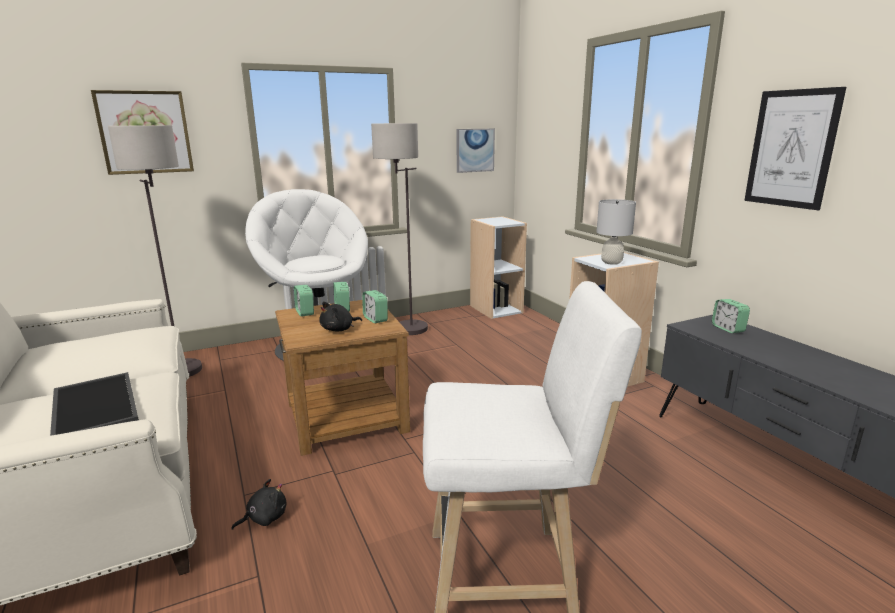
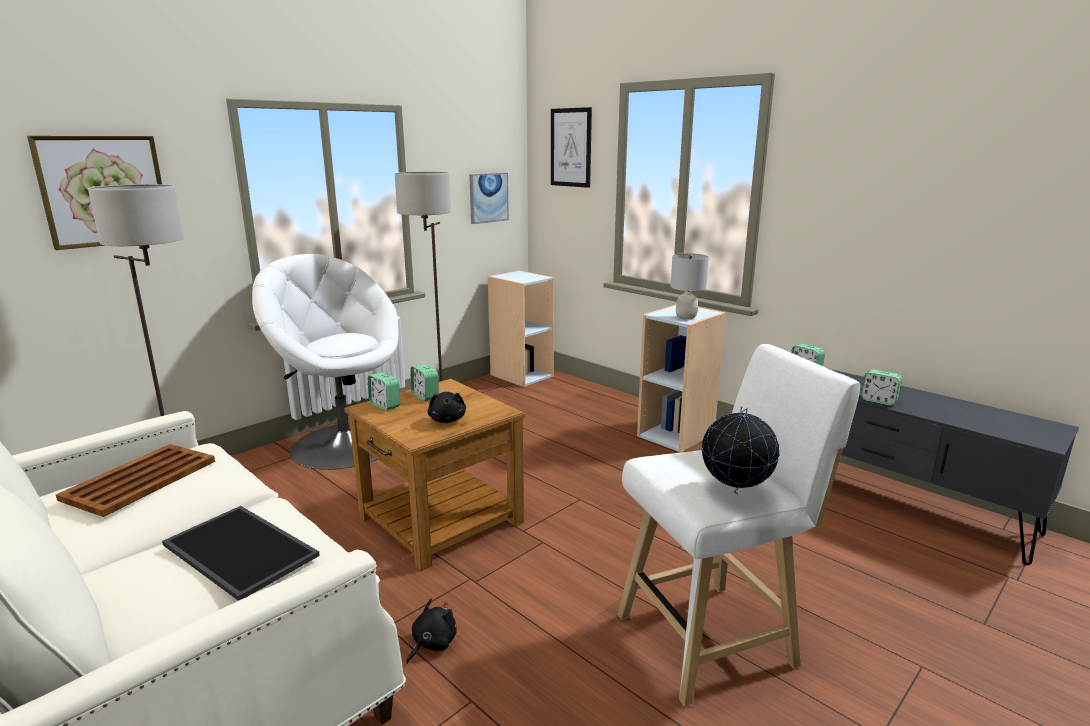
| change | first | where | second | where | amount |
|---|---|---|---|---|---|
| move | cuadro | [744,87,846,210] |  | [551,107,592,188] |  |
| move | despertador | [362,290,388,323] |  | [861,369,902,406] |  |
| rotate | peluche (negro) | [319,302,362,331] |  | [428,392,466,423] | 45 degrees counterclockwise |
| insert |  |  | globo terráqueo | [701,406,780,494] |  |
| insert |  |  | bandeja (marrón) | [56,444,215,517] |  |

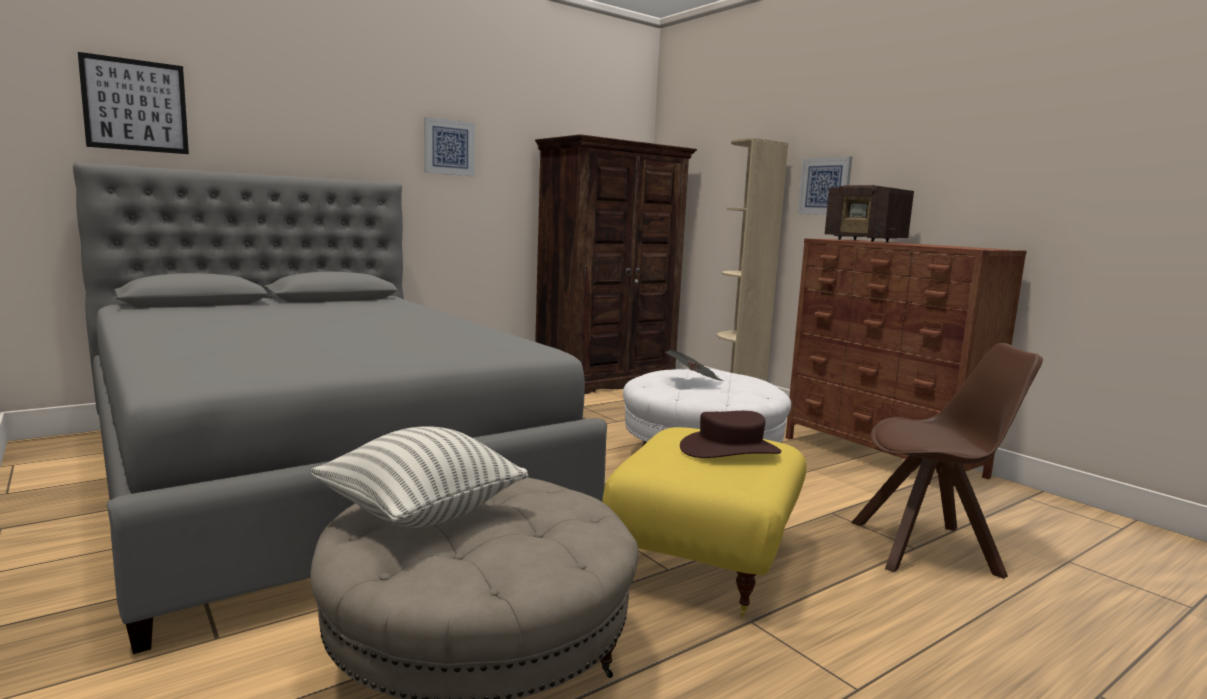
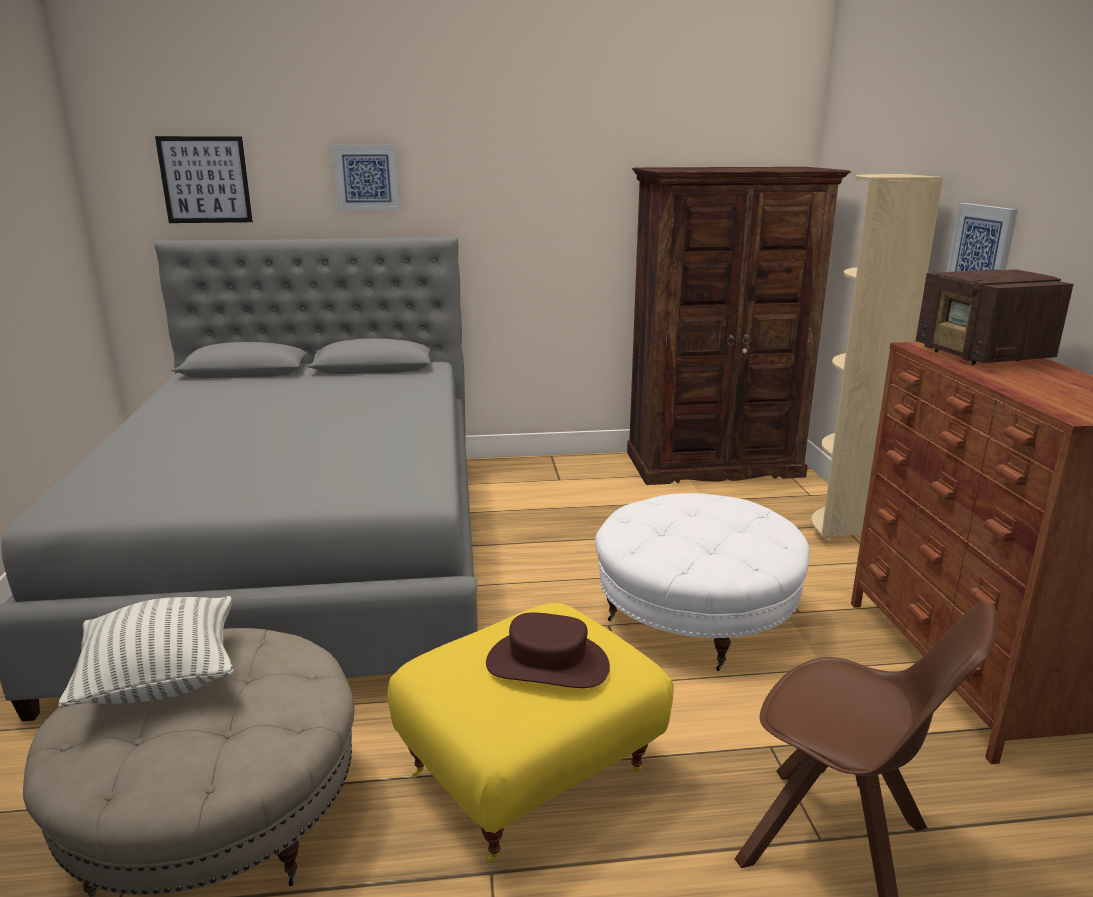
| change | first | where | second | where | amount |
|---|---|---|---|---|---|
| move | cuadro | [424,117,475,176] |  | [332,145,400,211] |  |
| delete | periódico | [665,350,724,381] |  |  |  |

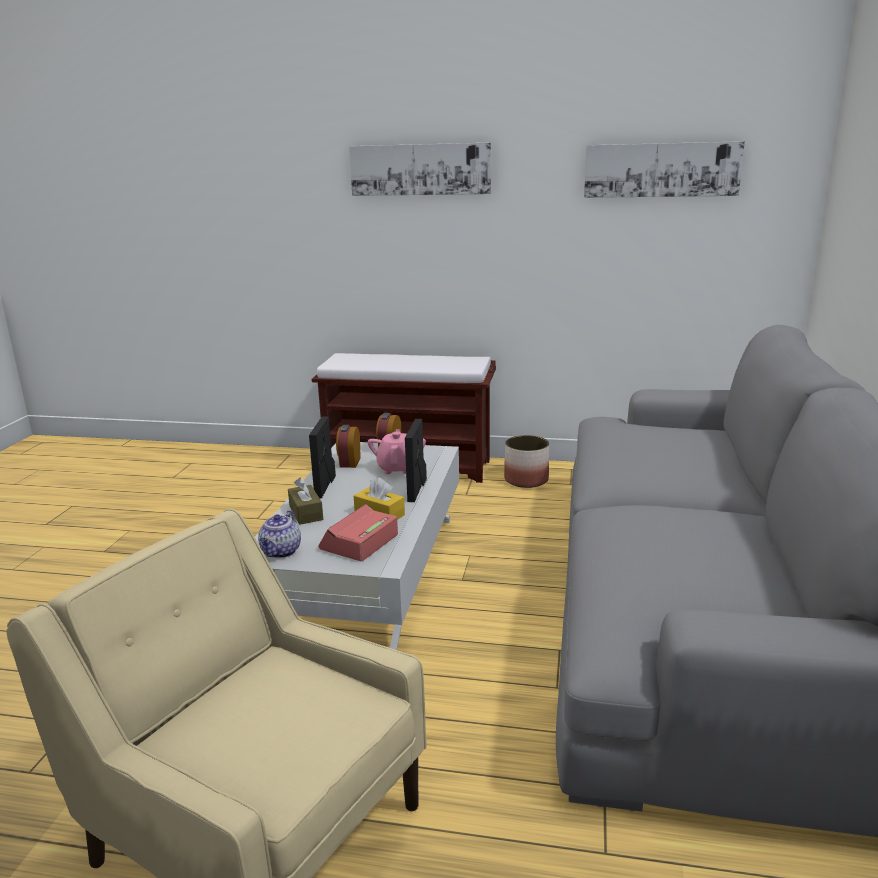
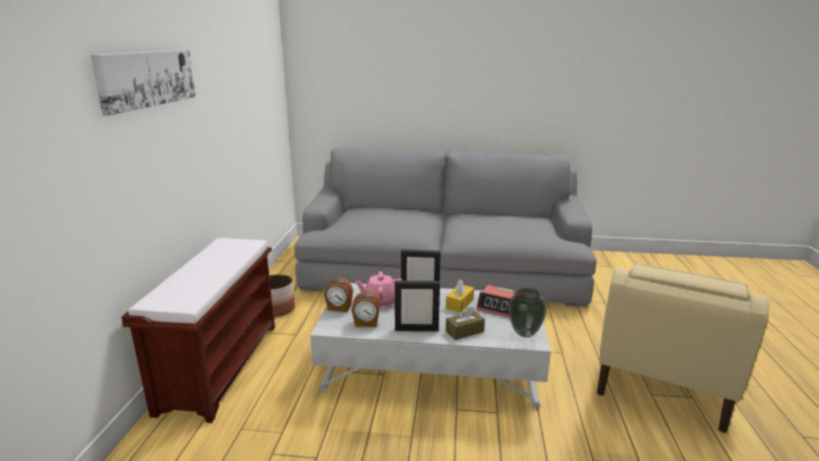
| change | first | where | second | where | amount |
|---|---|---|---|---|---|
| delete | cuadro | [584,141,745,198] |  |  |  |
| replace | tetera | [258,510,301,558] | florero | [508,288,547,337] |  |

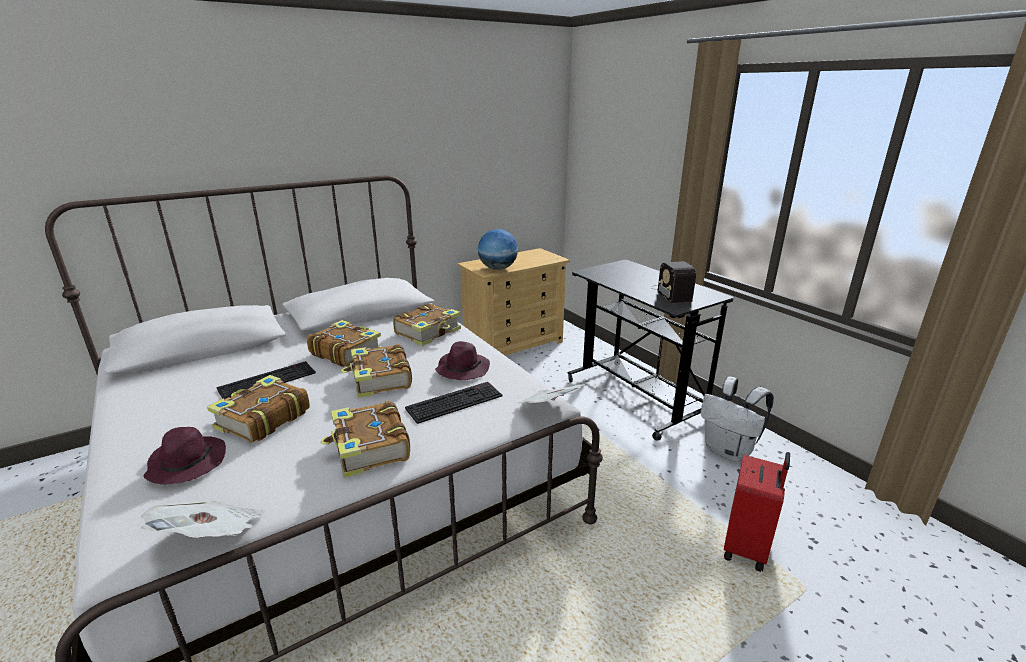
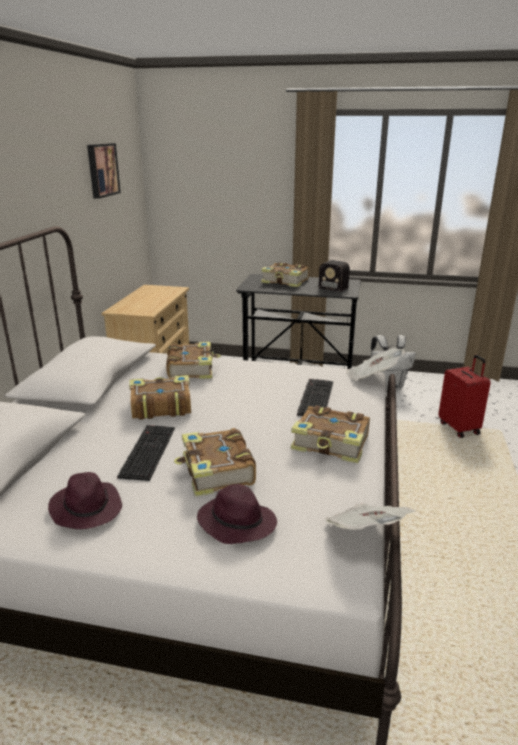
| change | first | where | second | where | amount |
|---|---|---|---|---|---|
| delete | globo terráqueo | [478,229,518,270] |  |  |  |
| move | sombrero (morado) | [435,341,490,380] |  | [48,472,122,529] |  |
| move | libro | [341,344,412,398] |  | [261,262,309,287] |  |
| insert |  |  | cuadro | [87,143,121,199] |  |

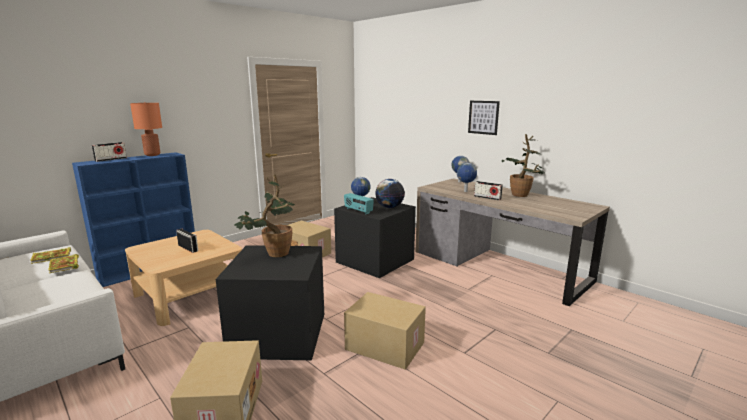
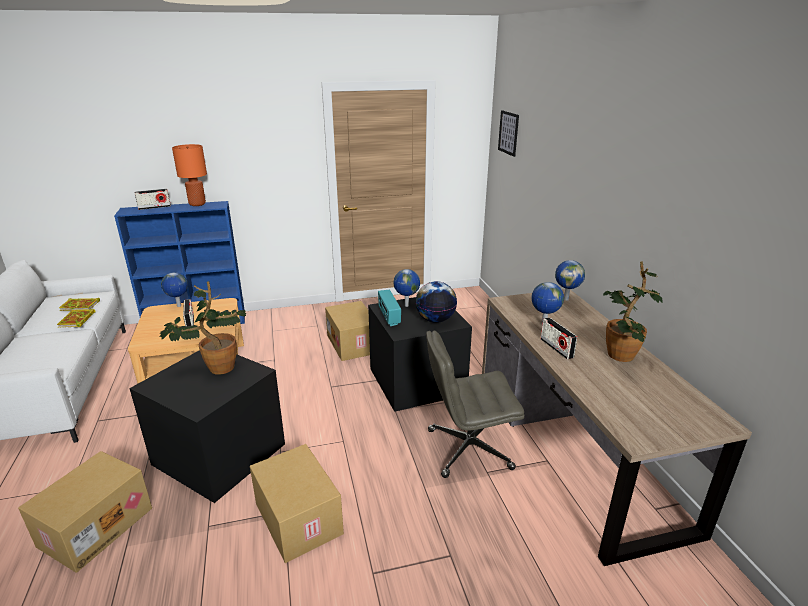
| change | first | where | second | where | amount |
|---|---|---|---|---|---|
| move | cuadro | [468,101,500,135] |  | [498,110,519,157] |  |
| insert |  |  | globo terráqueo | [161,272,188,307] |  |
| insert |  |  | silla de oficina (gris) | [426,330,524,478] |  |

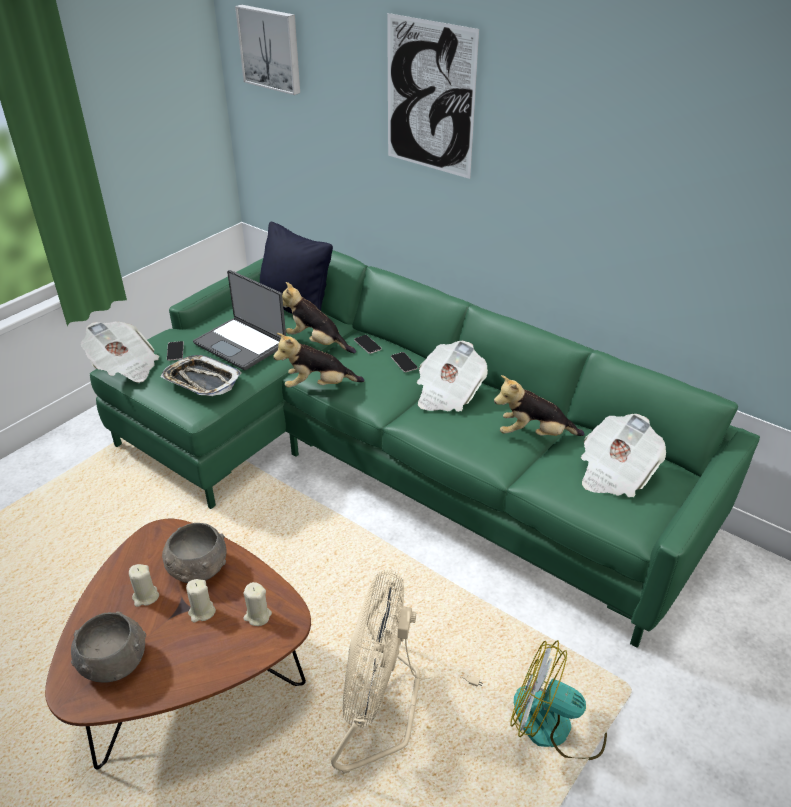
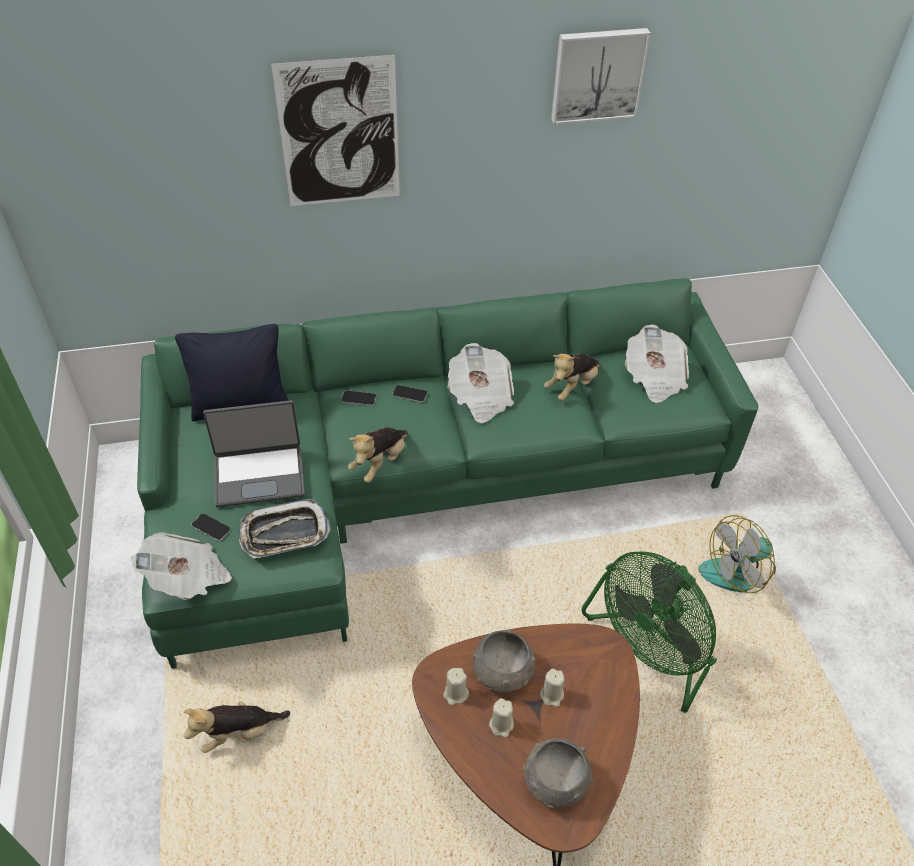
| change | first | where | second | where | amount |
|---|---|---|---|---|---|
| move | cuadro | [235,5,300,95] |  | [551,28,651,125] |  |
| move | peluche | [282,282,356,353] |  | [183,701,290,753] |  |
| recolor | ventilador (beis) | [331,569,483,774] | ventilador (verde) | [582,552,717,713] |  |
| move | vela (beis) | [243,582,272,626] |  | [443,668,469,706] |  |

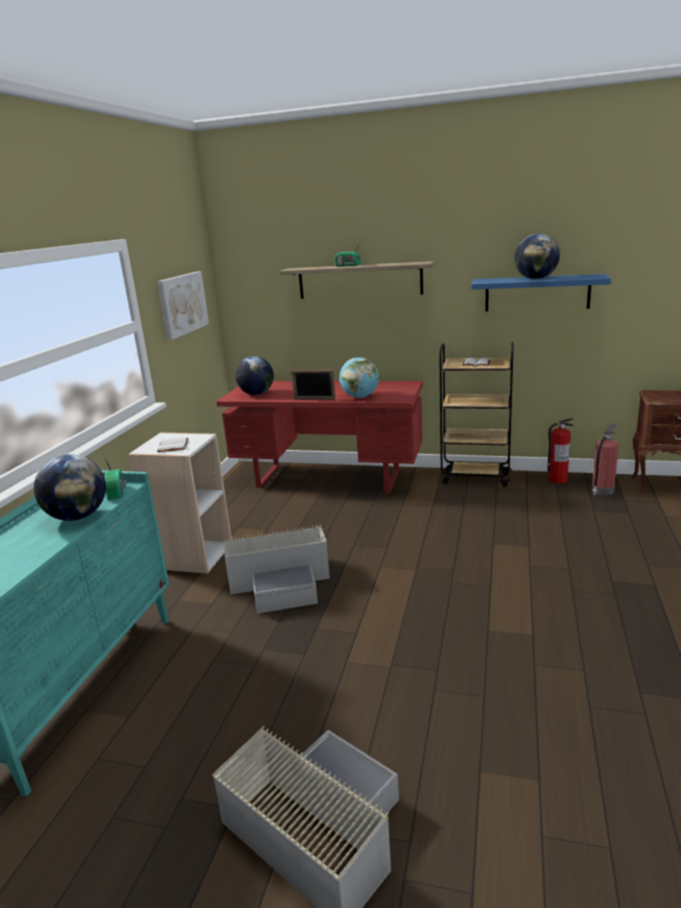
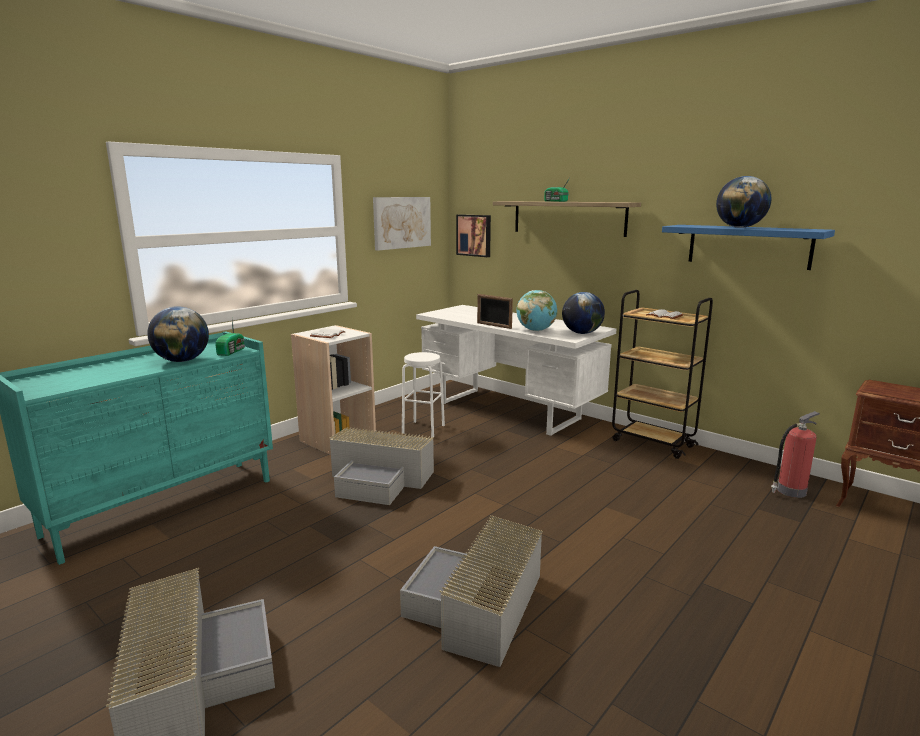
| change | first | where | second | where | amount |
|---|---|---|---|---|---|
| move | globo terráqueo | [235,356,274,395] |  | [562,292,605,334] |  |
| recolor | escritorio (rojo) | [216,381,423,494] | escritorio (blanco) | [416,305,617,436] |  |
| delete | extintor | [547,418,573,484] |  |  |  |
| insert |  |  | cuadro | [456,214,491,257] |  |
| insert |  |  | taburete (blanco) | [402,352,445,438] |  |
| insert |  |  | caja de almacenaje (gris) | [400,515,543,667] |  |

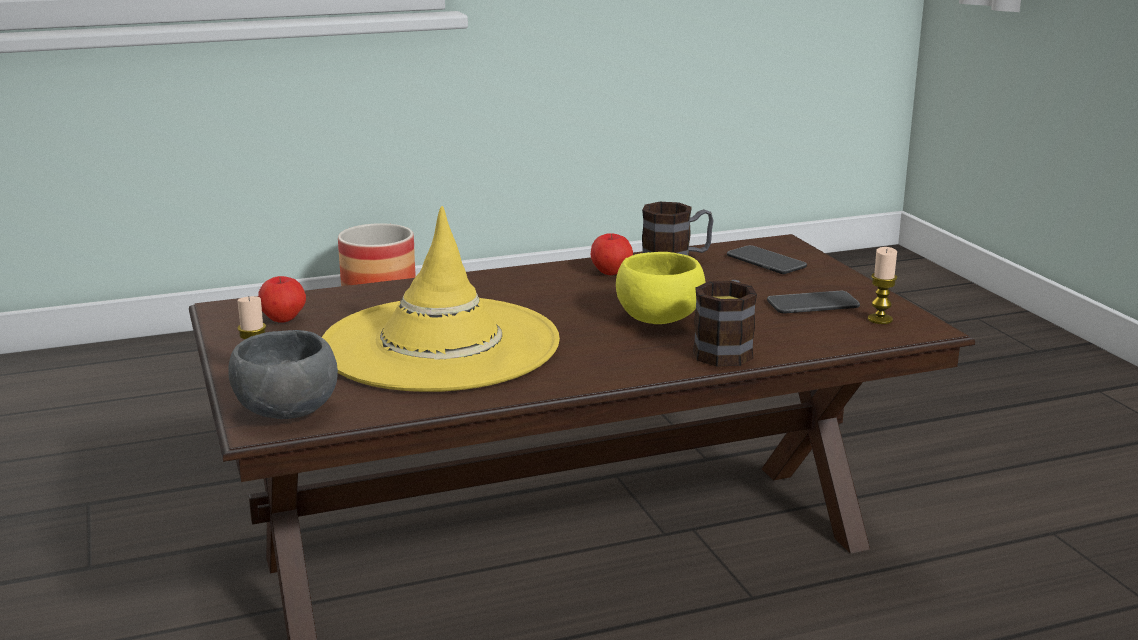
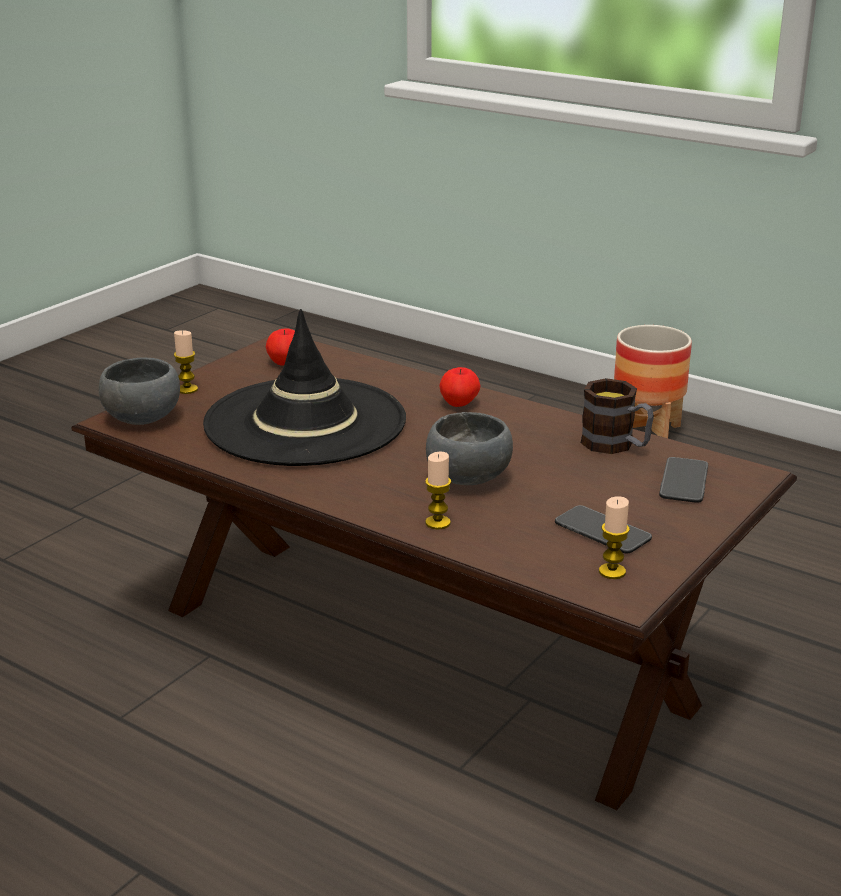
| change | first | where | second | where | amount |
|---|---|---|---|---|---|
| recolor | sombrero (amarillo) | [322,206,560,392] | sombrero (negro) | [203,309,406,466] |  |
| move | manzana | [590,233,633,275] |  | [439,367,481,407] |  |
| recolor | cuenco (amarillo) | [616,252,706,324] | cuenco (gris) | [426,412,513,485] |  |
| replace | taza grande | [693,280,757,366] | vela | [425,452,451,529] |  |

